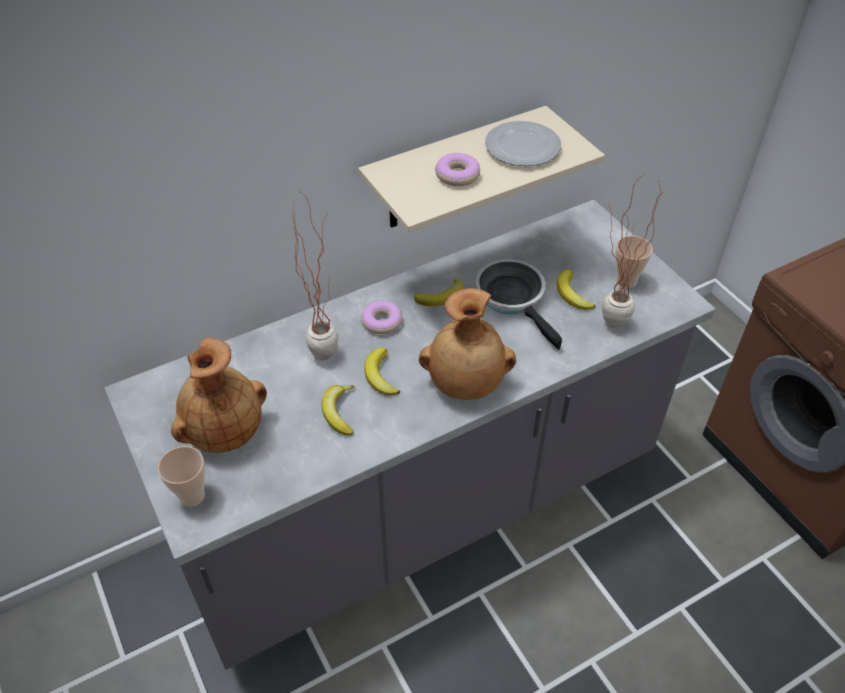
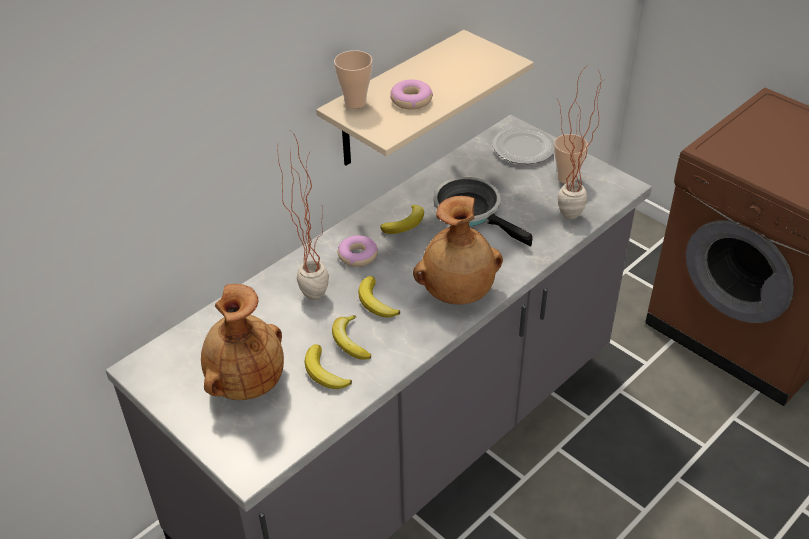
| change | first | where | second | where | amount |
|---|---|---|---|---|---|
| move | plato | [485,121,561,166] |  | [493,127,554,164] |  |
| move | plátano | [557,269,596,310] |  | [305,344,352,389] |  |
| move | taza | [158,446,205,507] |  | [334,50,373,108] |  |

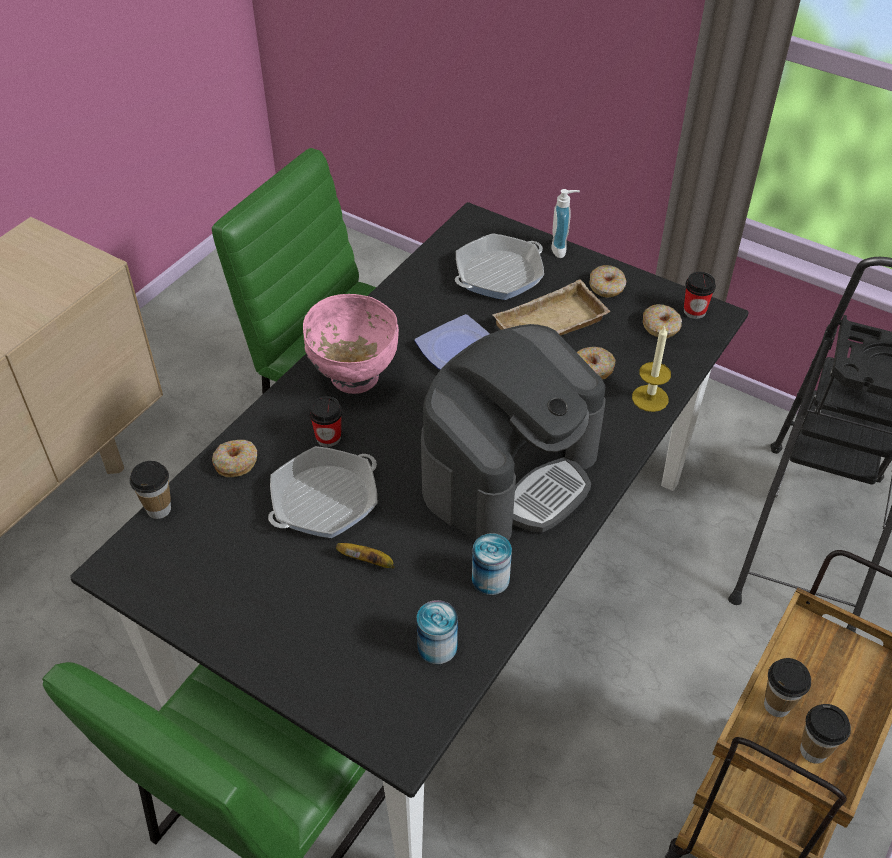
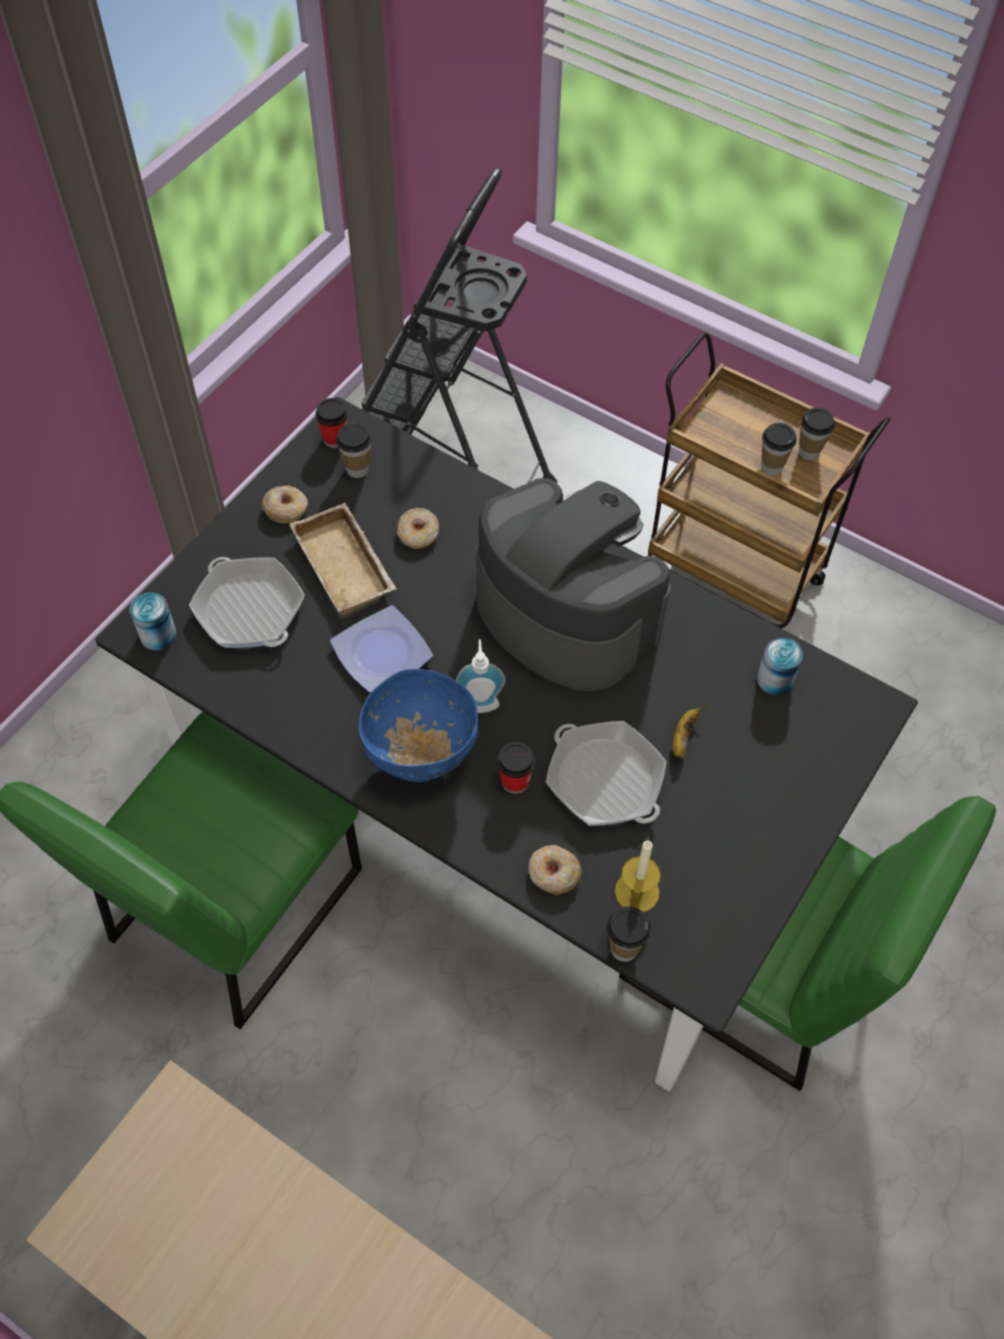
| change | first | where | second | where | amount |
|---|---|---|---|---|---|
| move | dispensador de jabón | [551,189,580,258] |  | [456,639,506,713] |  |
| recolor | cuenco (rosa) | [303,294,399,394] | cuenco (azul) | [359,669,478,782] |  |
| replace | rosquilla | [643,304,682,338] | taza | [336,423,372,478] |  |
| move | vela | [632,325,671,412] |  | [615,840,661,912] |  |
| move | lata | [472,533,512,595] |  | [130,592,177,650] |  |

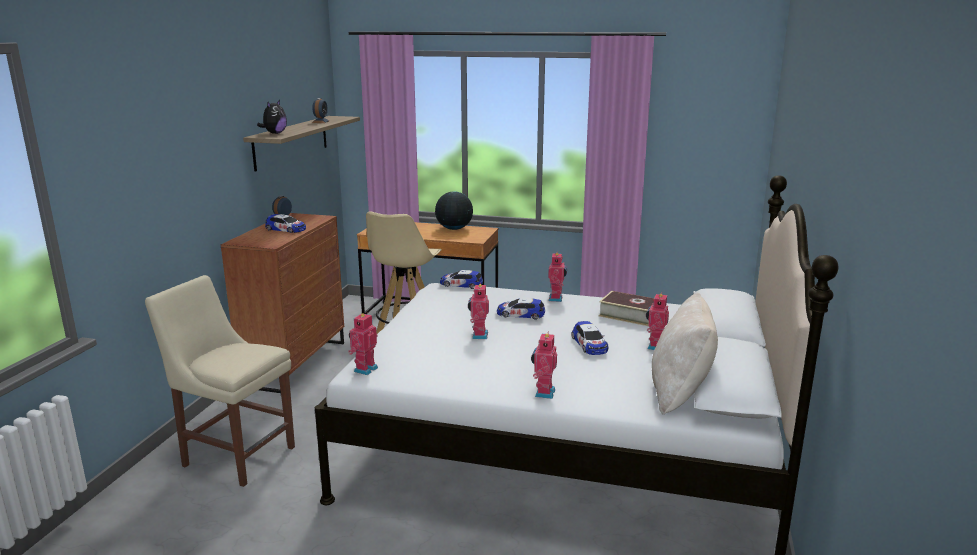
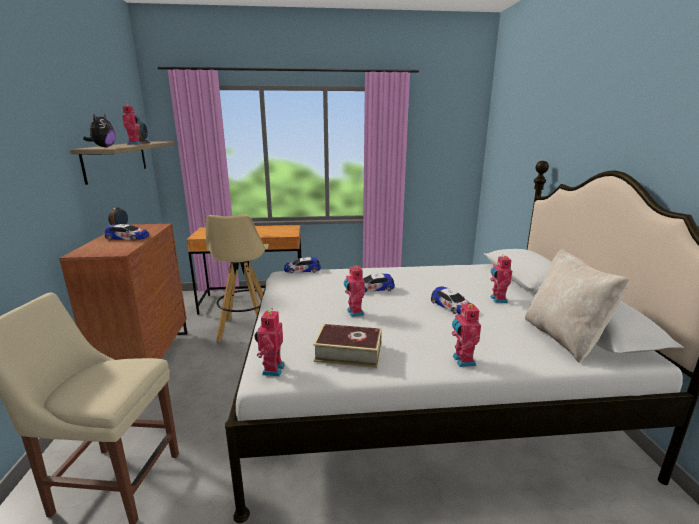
| change | first | where | second | where | amount |
|---|---|---|---|---|---|
| delete | globo terráqueo | [435,191,473,230] |  |  |  |
| move | robot de juguete | [548,252,567,302] |  | [122,104,141,145] |  |
| move | libro | [599,291,654,326] |  | [313,324,382,368] |  |

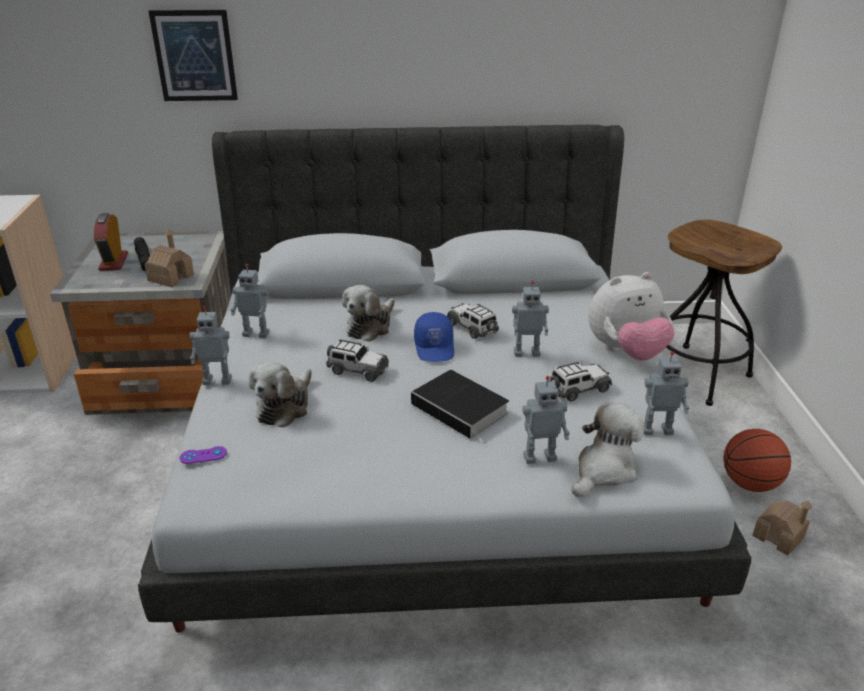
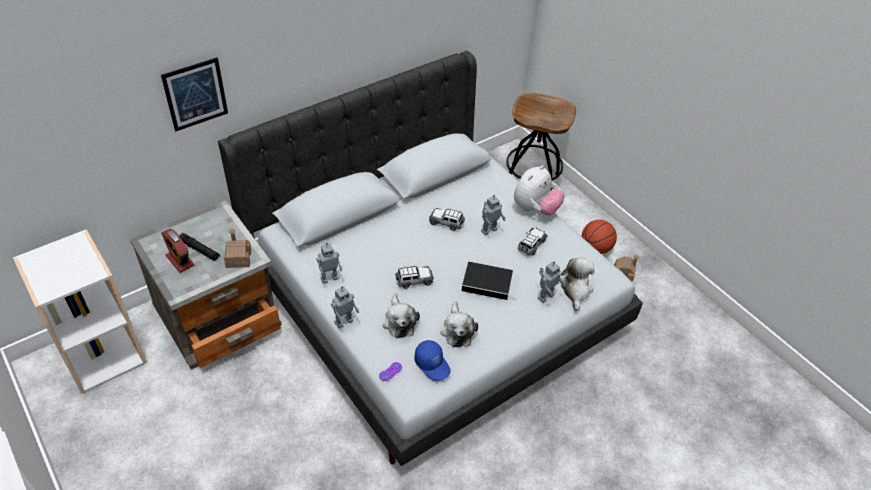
| change | first | where | second | where | amount |
|---|---|---|---|---|---|
| move | peluche | [342,285,395,342] |  | [440,301,478,347] |  |
| move | gorra (azul) | [414,312,454,362] |  | [415,340,451,381] |  |
| delete | robot de juguete | [644,351,689,435] |  |  |  |

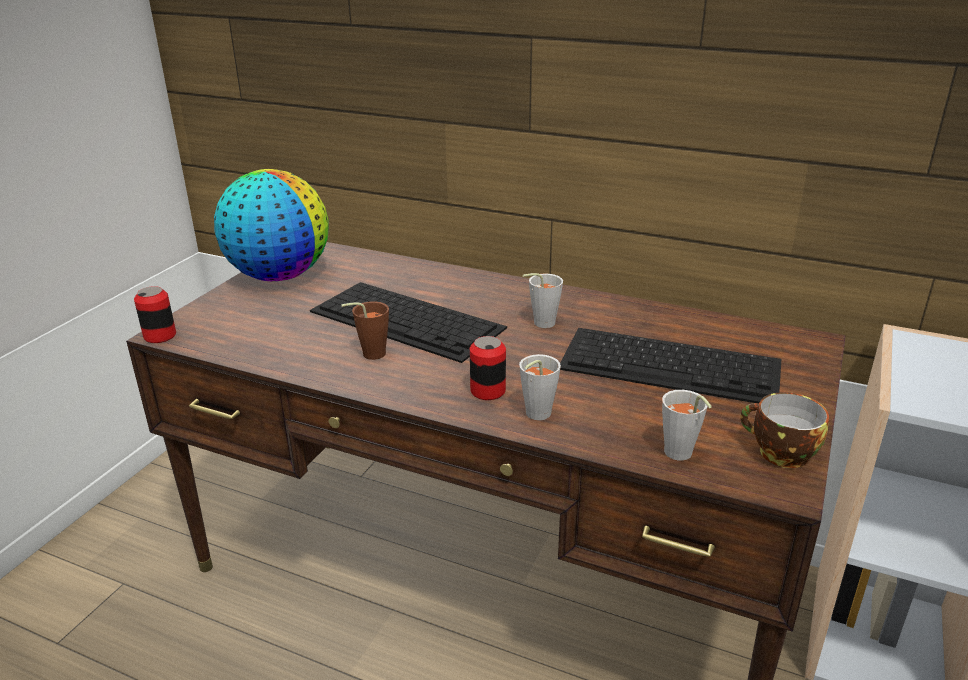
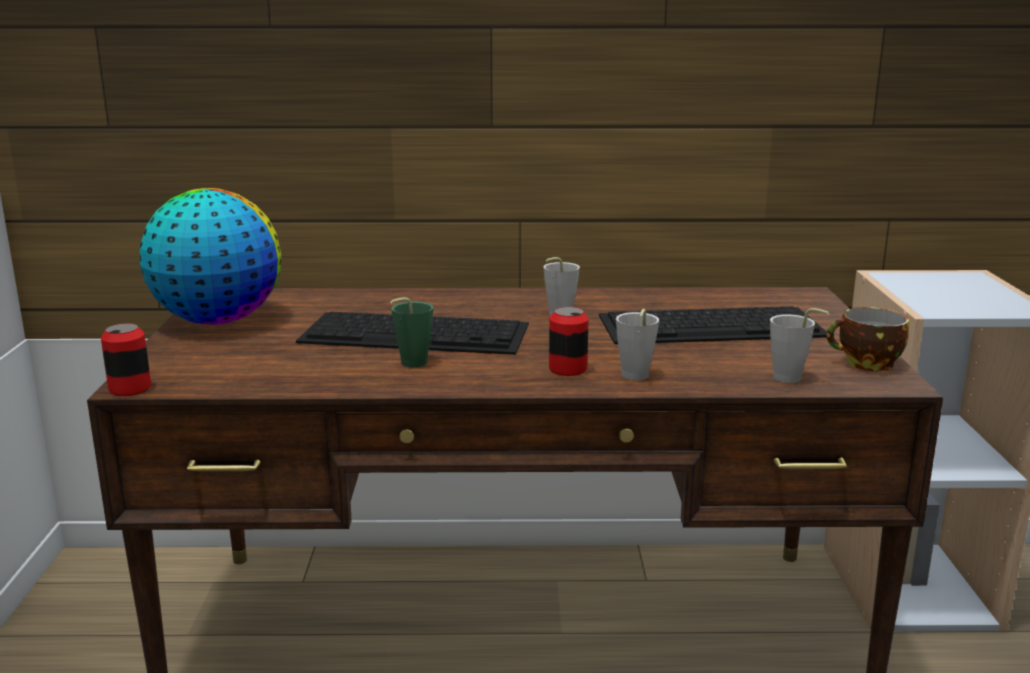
| change | first | where | second | where | amount |
|---|---|---|---|---|---|
| recolor | taza (marrón) | [341,301,389,360] | taza (verde) | [390,298,433,367] |  |

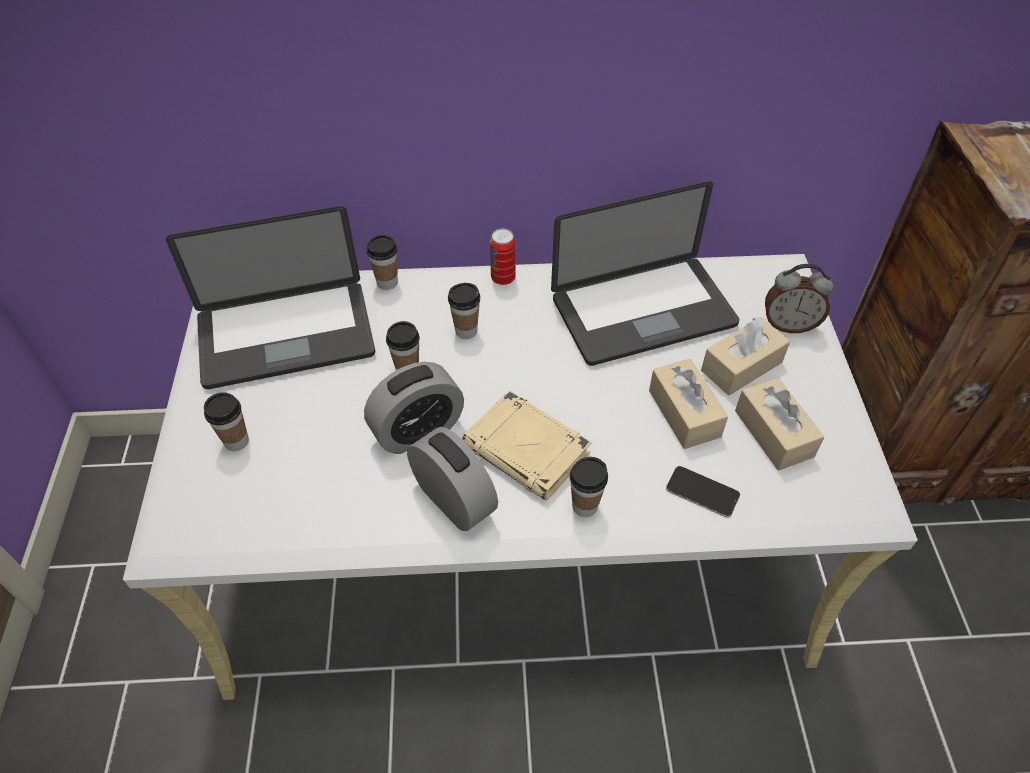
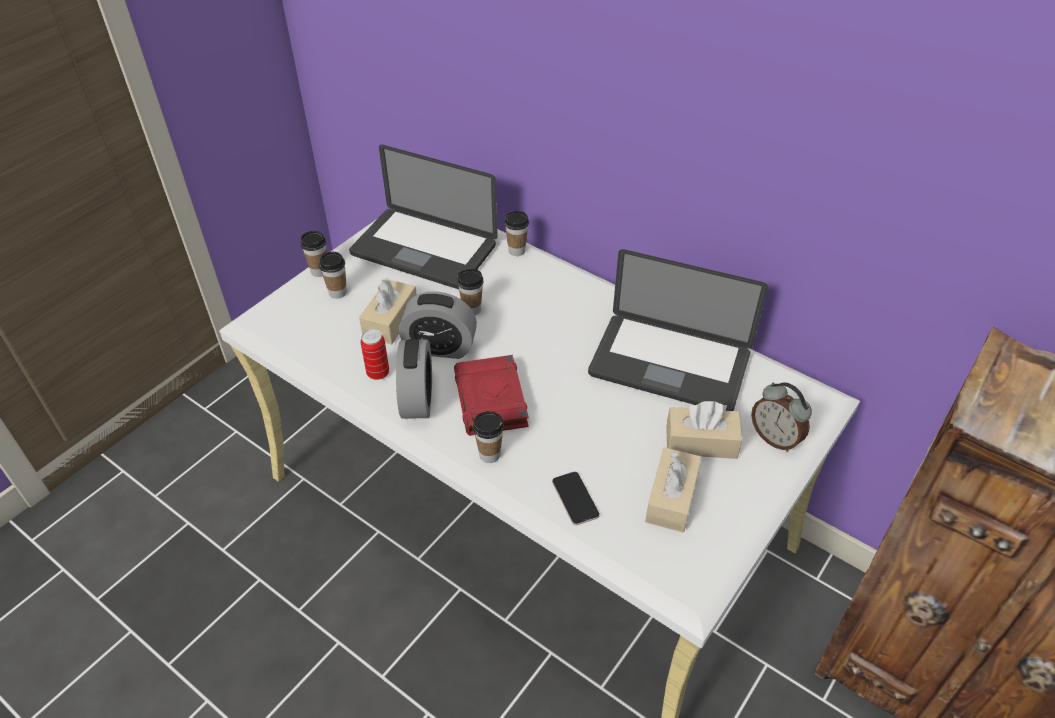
| change | first | where | second | where | amount |
|---|---|---|---|---|---|
| move | lata | [490,229,516,285] |  | [361,329,389,380] |  |
| move | taza | [448,283,480,339] |  | [300,231,327,277] |  |
| move | caja de pañuelos (beis) | [649,359,728,449] |  | [359,278,417,344] |  |
| recolor | libro (beis) | [462,390,591,501] | libro (rojo) | [454,355,529,436] |  |

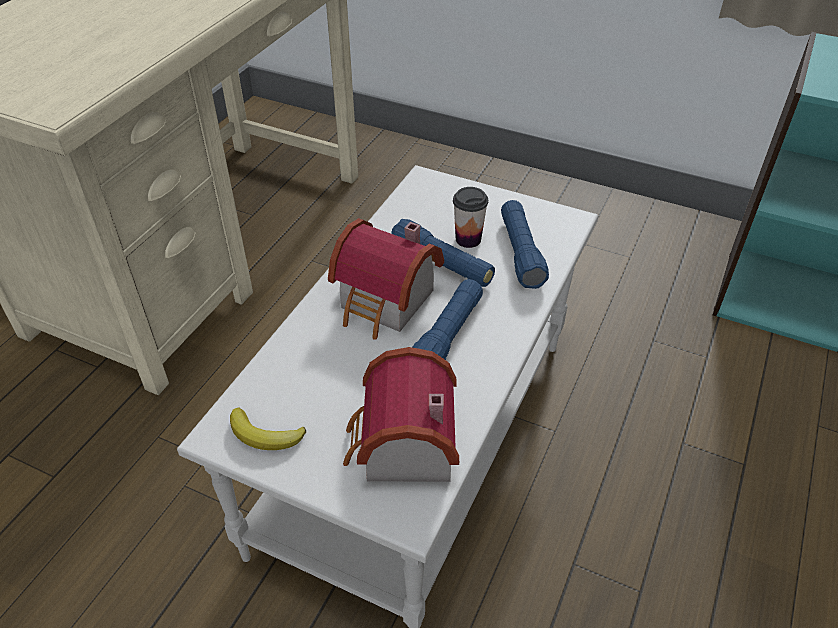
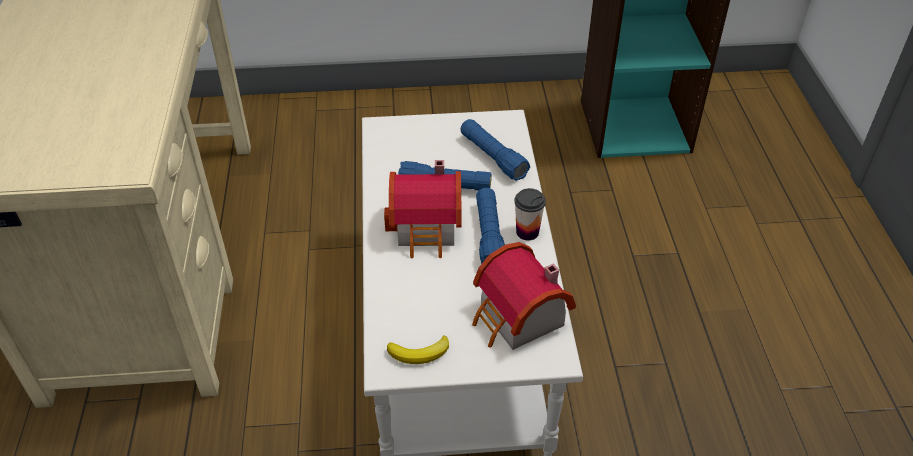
| change | first | where | second | where | amount |
|---|---|---|---|---|---|
| move | taza | [453,187,488,248] |  | [514,188,546,240] |  |

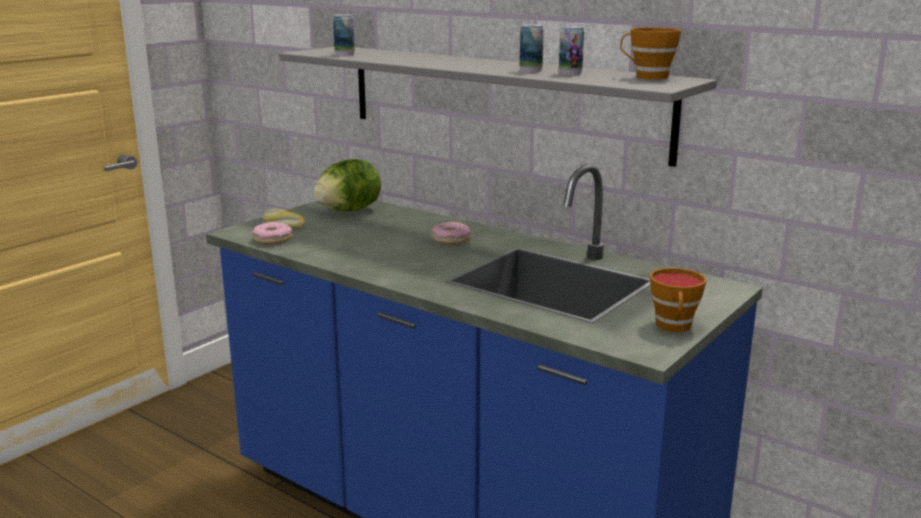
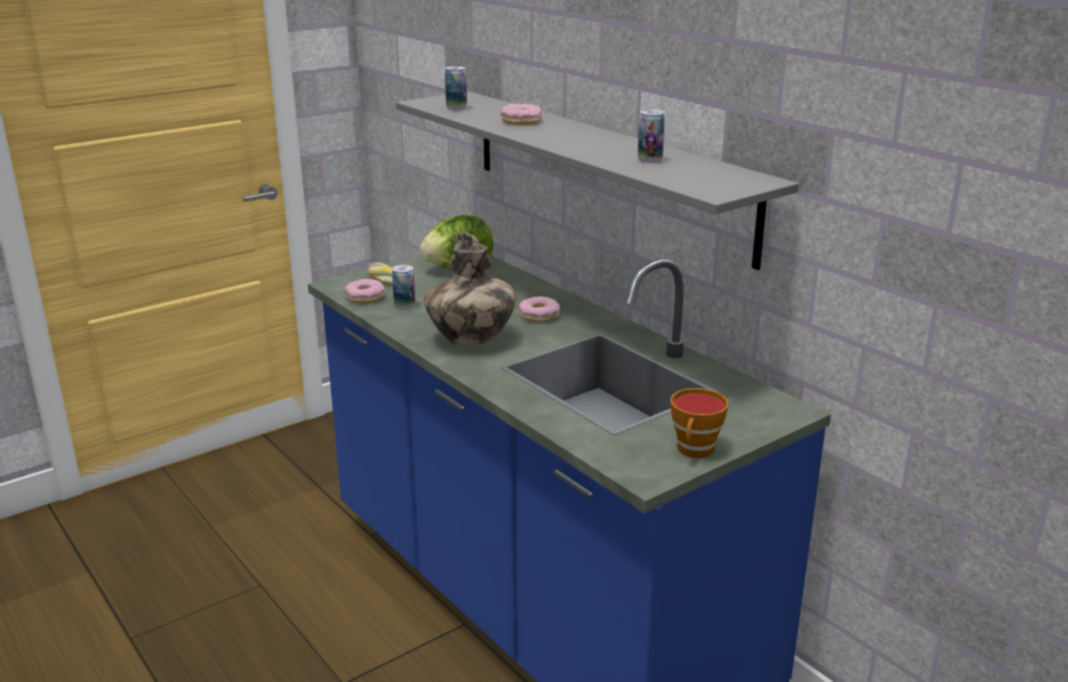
| change | first | where | second | where | amount |
|---|---|---|---|---|---|
| move | lata | [520,24,544,72] |  | [392,265,415,310] |  |
| delete | taza | [620,27,681,80] |  |  |  |
| insert |  |  | rosquilla | [500,104,542,125] |  |
| insert |  |  | florero | [424,232,516,345] |  |

